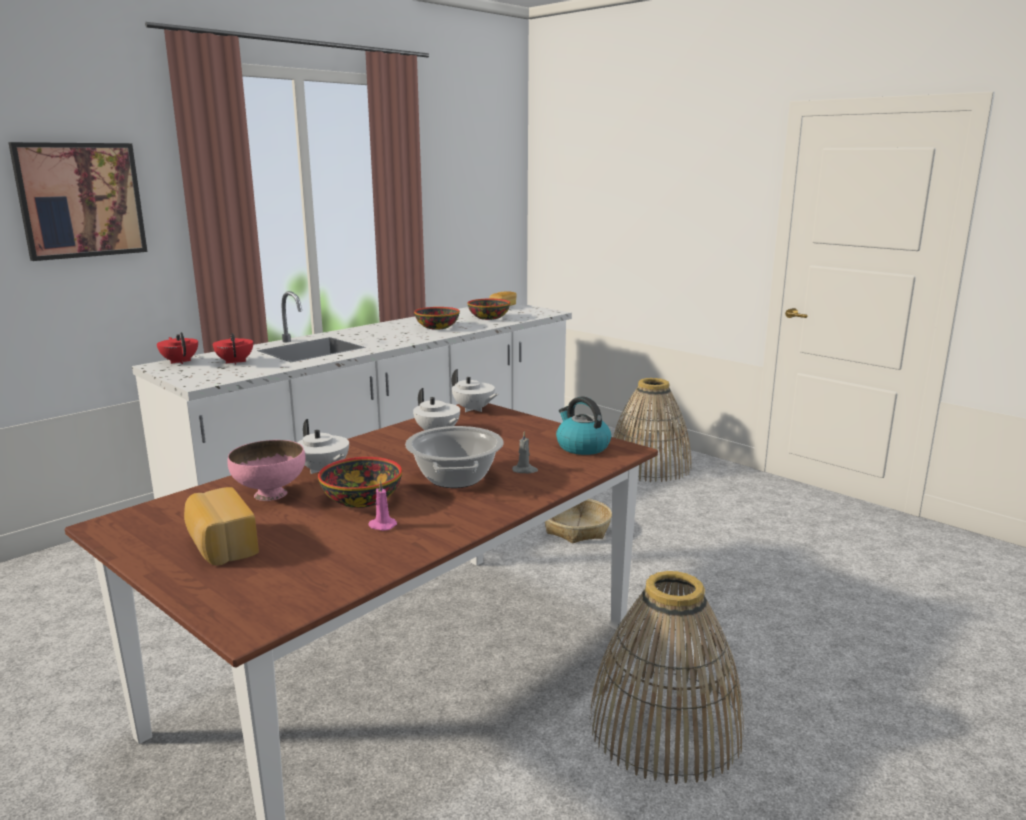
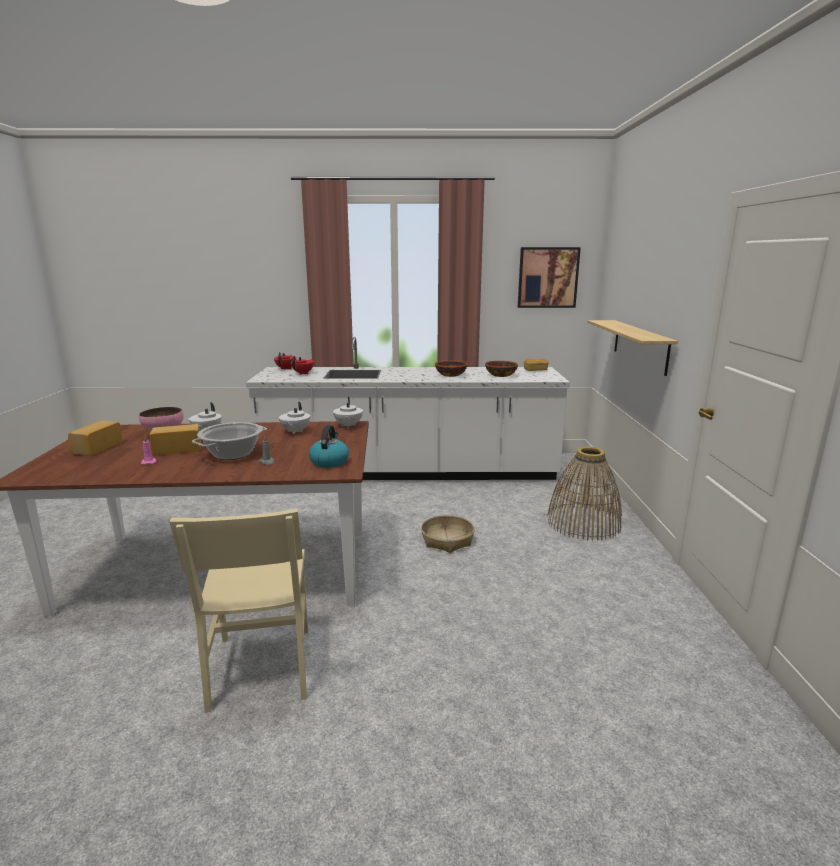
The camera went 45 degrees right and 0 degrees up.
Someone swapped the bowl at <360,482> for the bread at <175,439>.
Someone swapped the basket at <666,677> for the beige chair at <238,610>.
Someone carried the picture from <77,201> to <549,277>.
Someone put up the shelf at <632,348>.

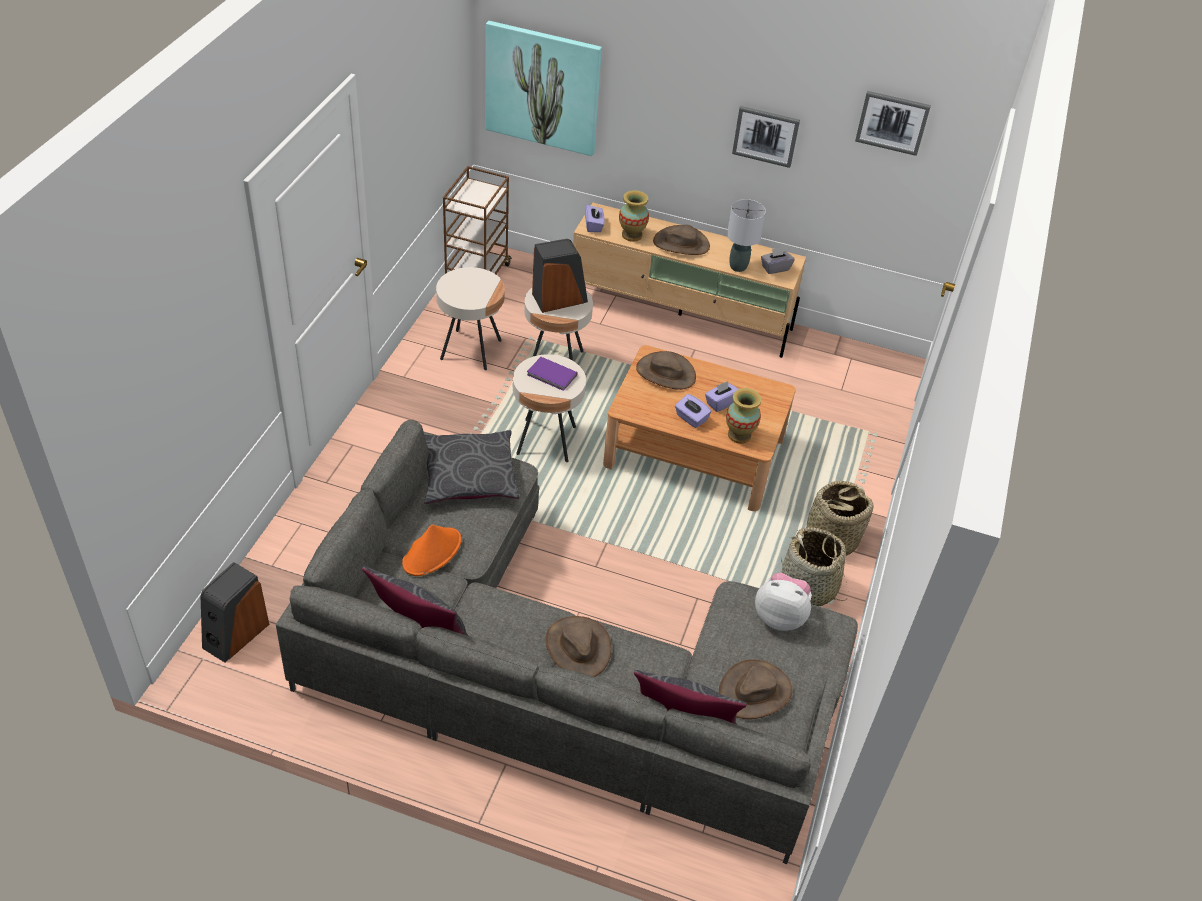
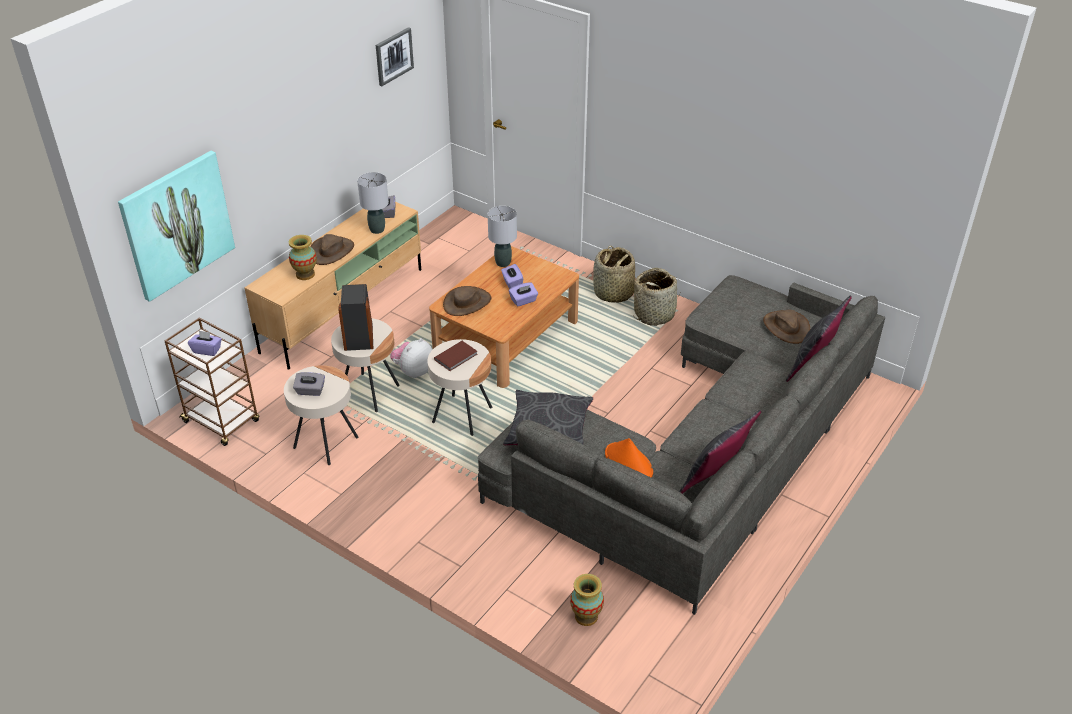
The camera went 70 degrees left and 5 degrees down.
Someone carried the purple tissue box from <595,218> to <205,343>.
Someone put down the grey tissue box at <309,384>.
Someone carried the plush toy from <783,602> to <411,358>.
Someone repainted the purple book at <552,374>, which became the brown book at <456,356>.
Someone put down the grey table lamp at <502,236>.
Someone carried the vase from <743,416> to <587,600>.
Someone took away the speaker at <234,612>.
Someone took away the brown hat at <578,646>.
Someone took away the picture at <766,137>.

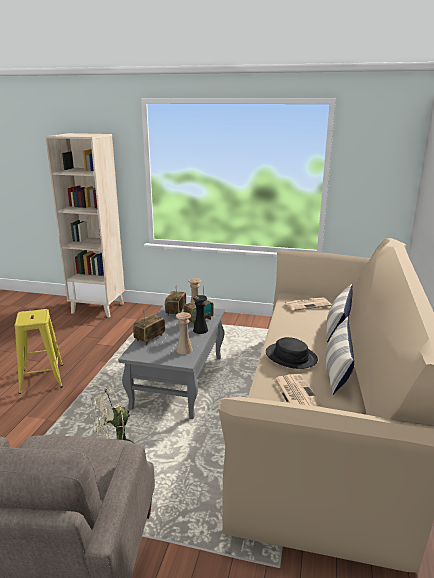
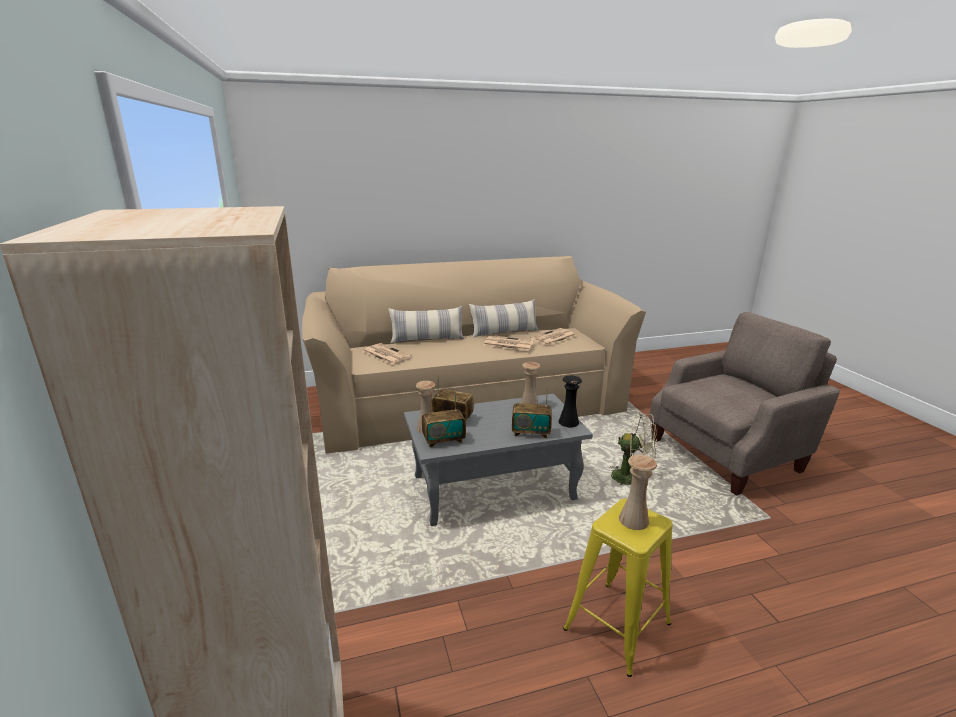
The camera went 120 degrees left and 0 degrees up.
Someone swapped the black hat at <292,353> for the newspaper at <509,343>.
Someone carried the black vase from <200,314> to <570,402>.
Someone put down the beige vase at <638,492>.

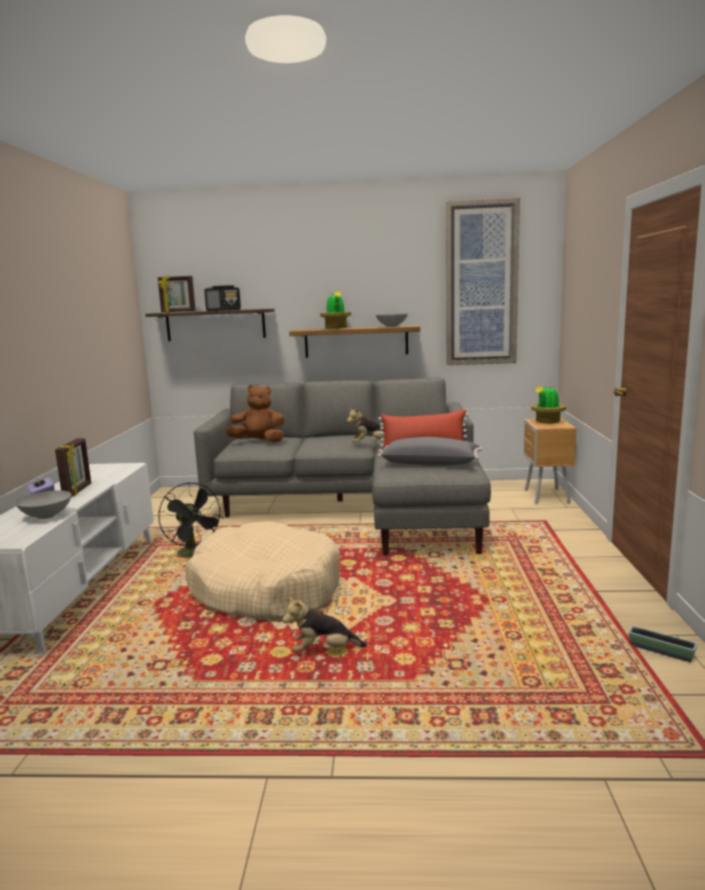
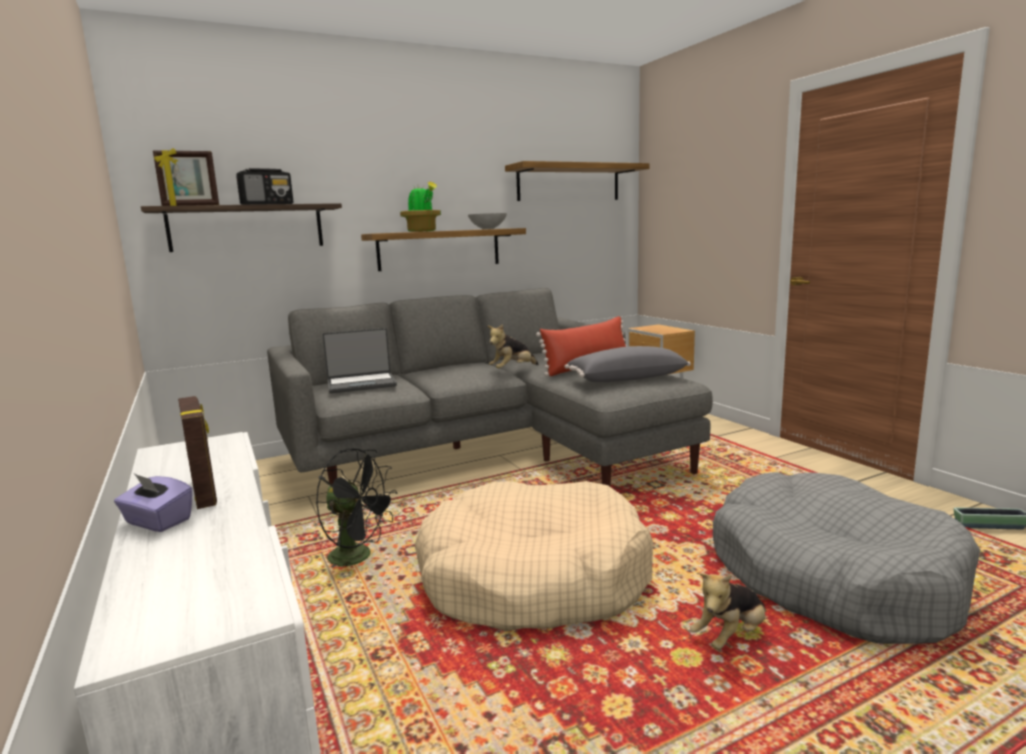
The camera went 30 degrees left and 0 degrees up.
Someone swapped the brown plush toy at <255,414> for the laptop at <360,361>.
Someone swapped the picture at <483,281> for the shelf at <577,181>.
Someone put down the grey dog bed at <846,558>.
Someone took away the grey bowl at <43,504>.
Someone took away the potted plant at <548,404>.

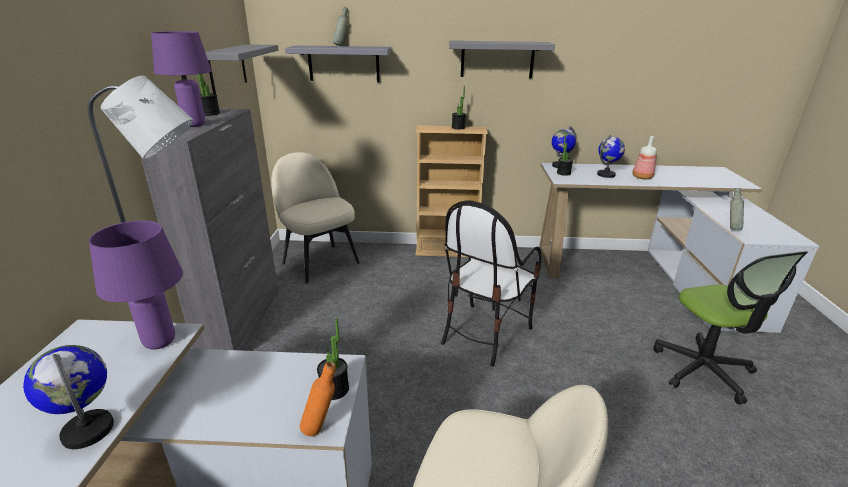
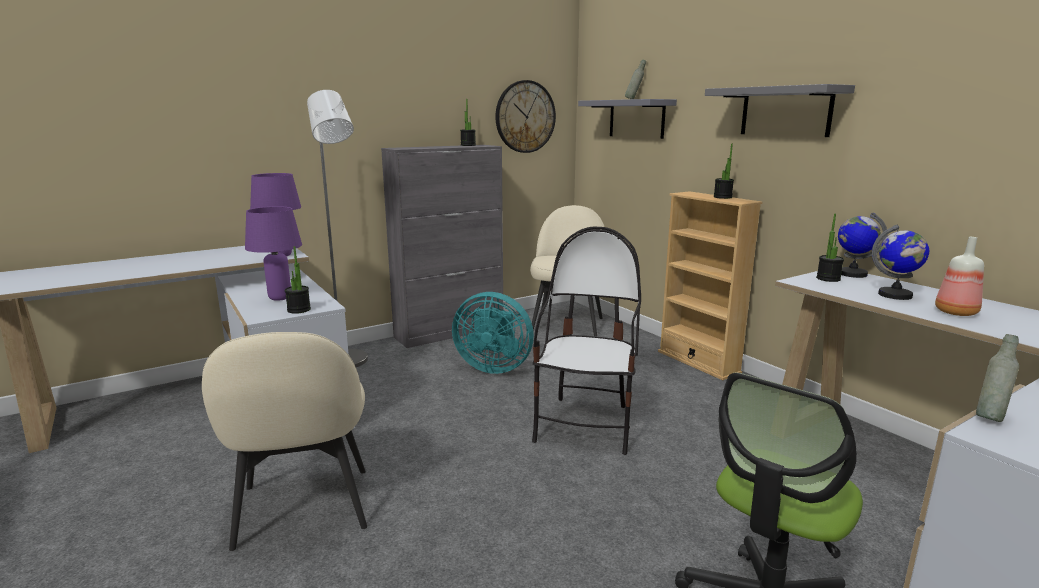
The camera went 55 degrees right and 10 degrees down.
Someone carried the purple table lamp from <181,79> to <273,253>.
Someone put down the turquoise fan at <493,333>.
Someone swapped the grey shelf at <242,69> for the wall clock at <525,116>.
Someone rotated the chair at <491,283> by 105 degrees clockwise.
Someone took away the globe at <68,397>.
Someone took away the orange bottle at <318,399>.

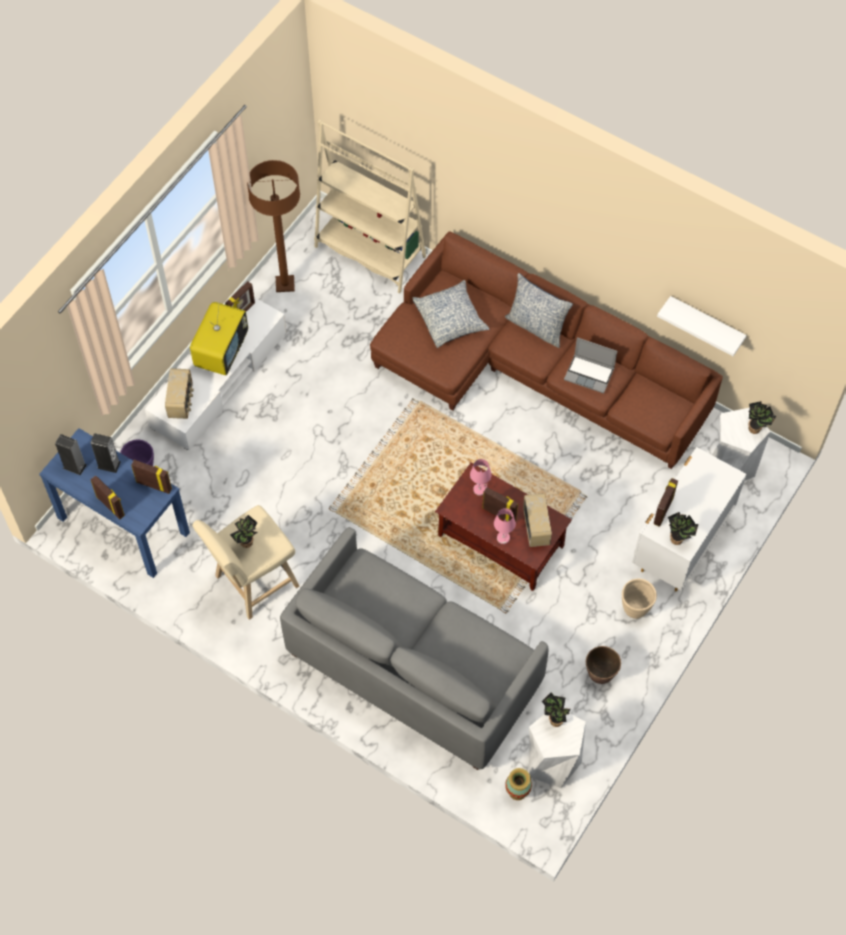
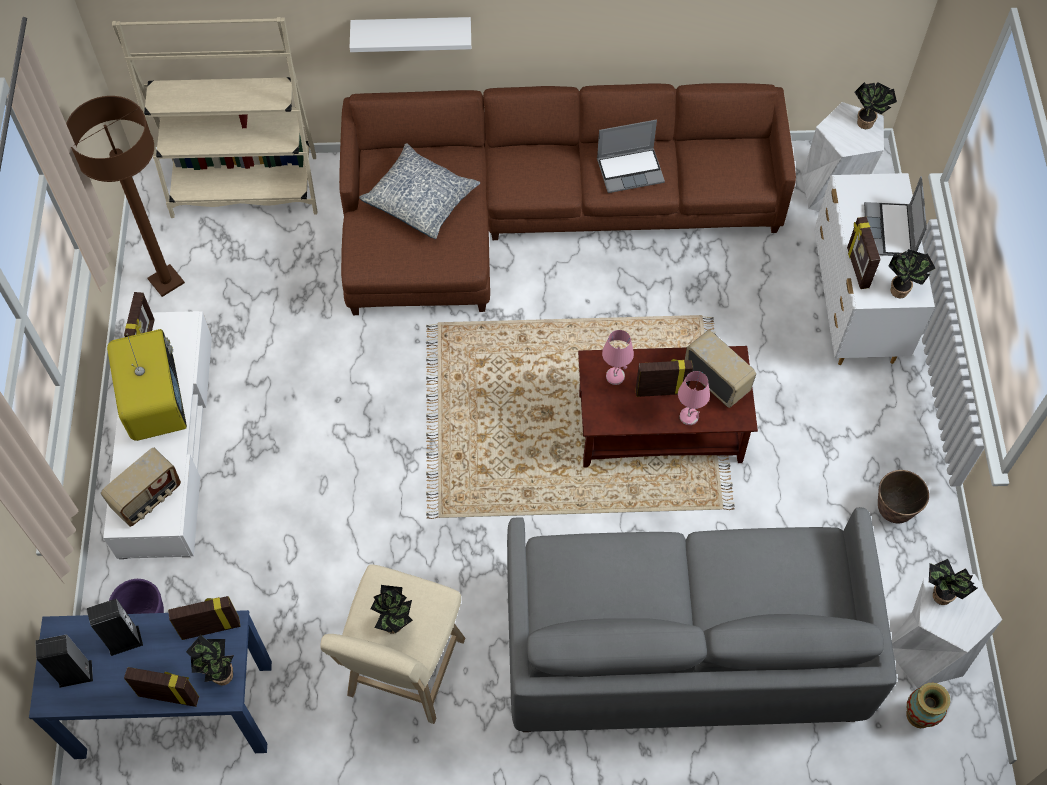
The camera went 35 degrees left and 0 degrees up.
Someone rotated the radio at <179,393> by 75 degrees clockwise.
Someone put down the potted plant at <210,660>.
Someone carried the white shelf from <702,326> to <410,34>.
Someone put down the laptop at <895,216>.
Someone took away the pillow at <539,310>.
Someone took away the beige planter at <639,599>.

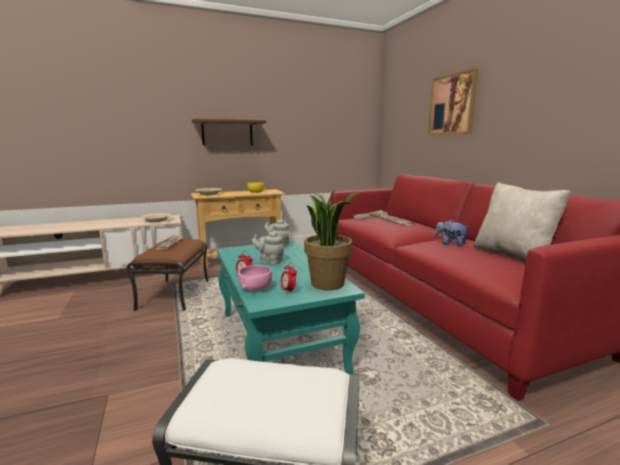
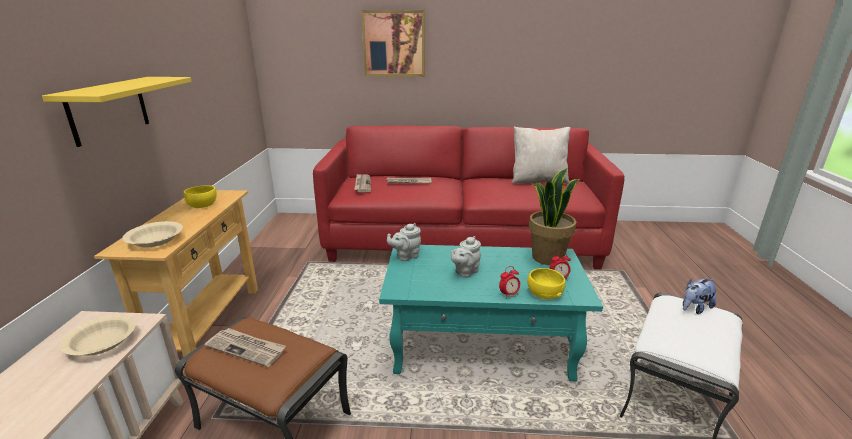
The camera went 65 degrees left and 10 degrees up.
Someone repainted the brown shelf at <228,132>, which became the yellow shelf at <117,112>.
Someone repainted the pink bowl at <255,278>, which became the yellow bowl at <546,283>.
Someone carried the plush toy from <452,233> to <700,296>.

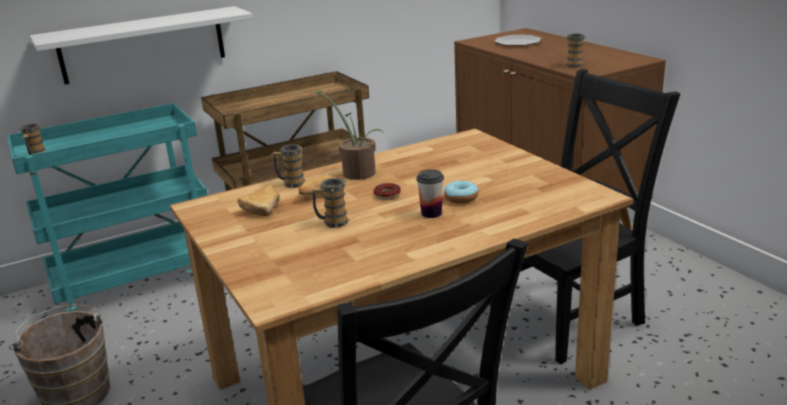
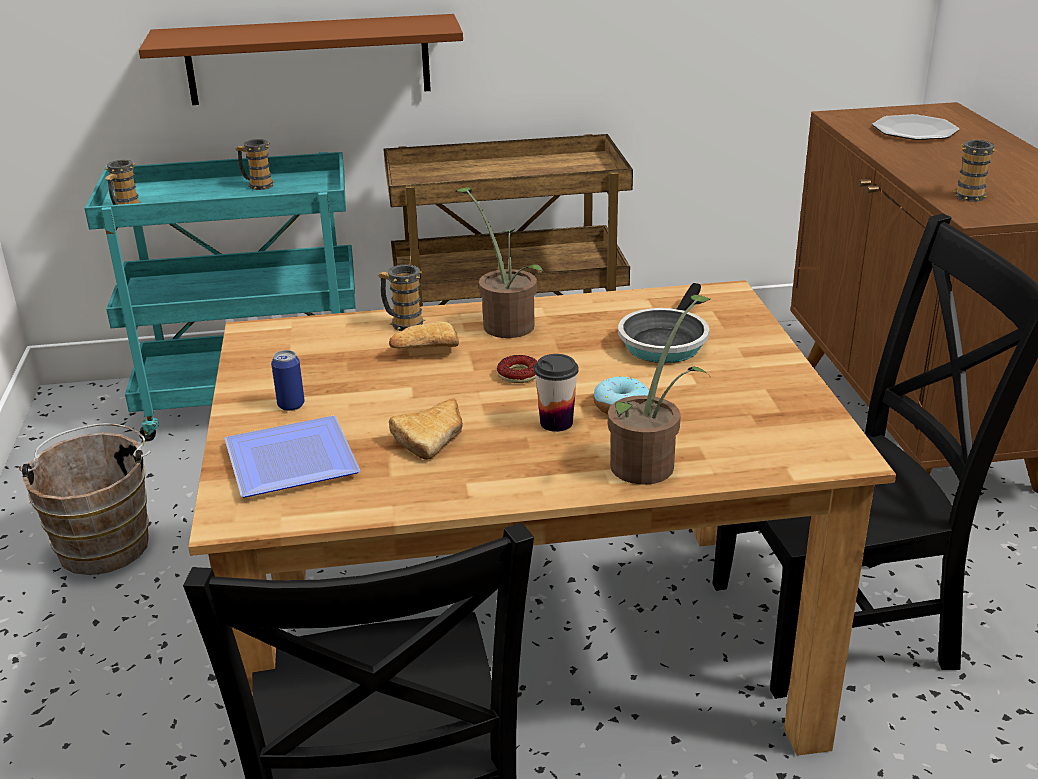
The camera went 20 degrees right and 5 degrees up.
Someone repainted the white shelf at <141,45>, which became the brown shelf at <301,59>.
Someone put down the plate at <292,456>.
Someone carried the mug from <330,203> to <255,164>.
Someone put down the can at <288,380>.
Someone carried the bread from <258,200> to <426,429>.
Someone put down the potted plant at <659,390>.
Someone put down the frying pan at <664,323>.

